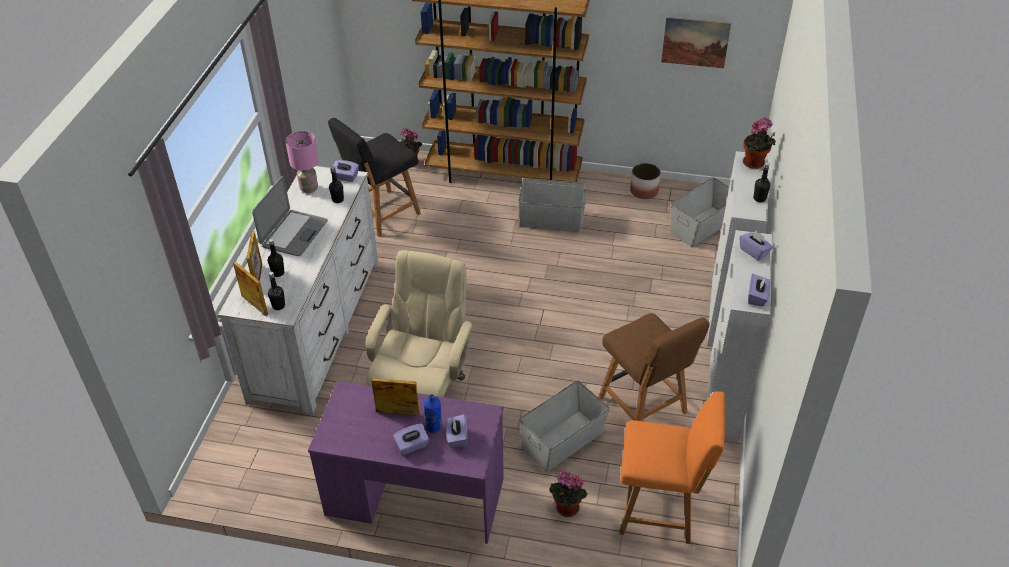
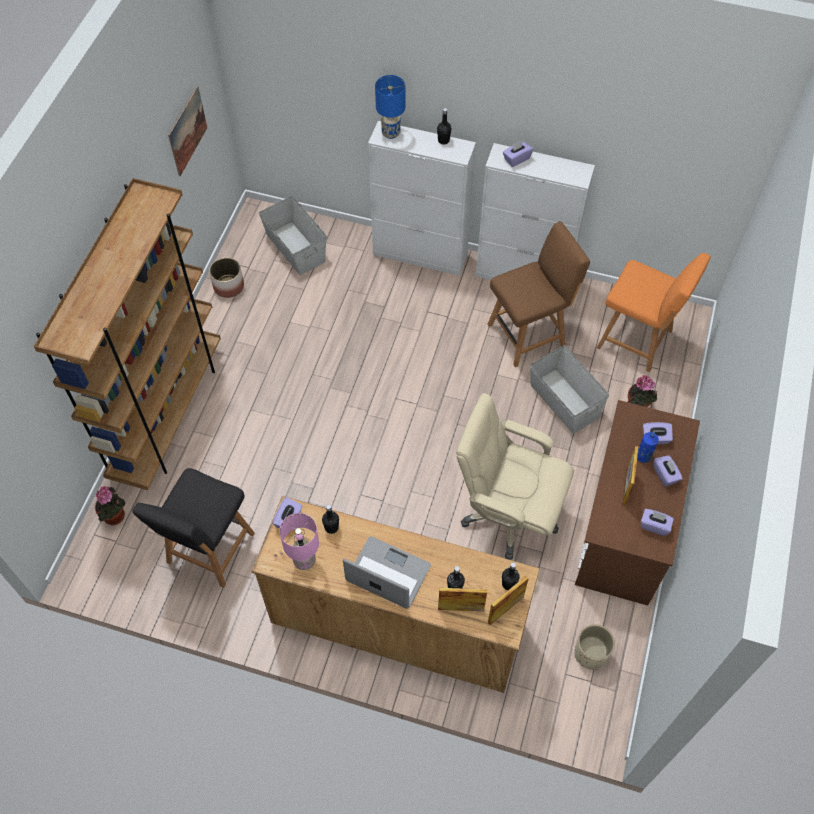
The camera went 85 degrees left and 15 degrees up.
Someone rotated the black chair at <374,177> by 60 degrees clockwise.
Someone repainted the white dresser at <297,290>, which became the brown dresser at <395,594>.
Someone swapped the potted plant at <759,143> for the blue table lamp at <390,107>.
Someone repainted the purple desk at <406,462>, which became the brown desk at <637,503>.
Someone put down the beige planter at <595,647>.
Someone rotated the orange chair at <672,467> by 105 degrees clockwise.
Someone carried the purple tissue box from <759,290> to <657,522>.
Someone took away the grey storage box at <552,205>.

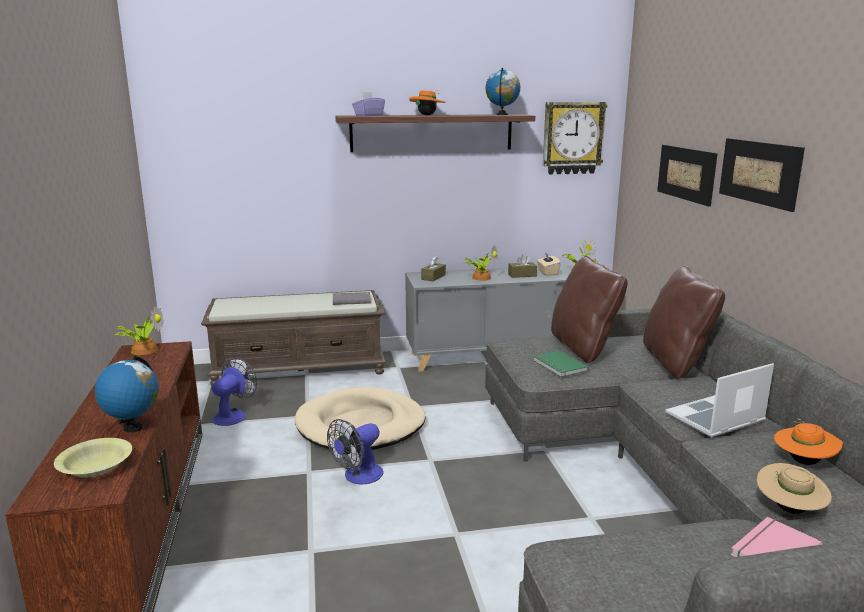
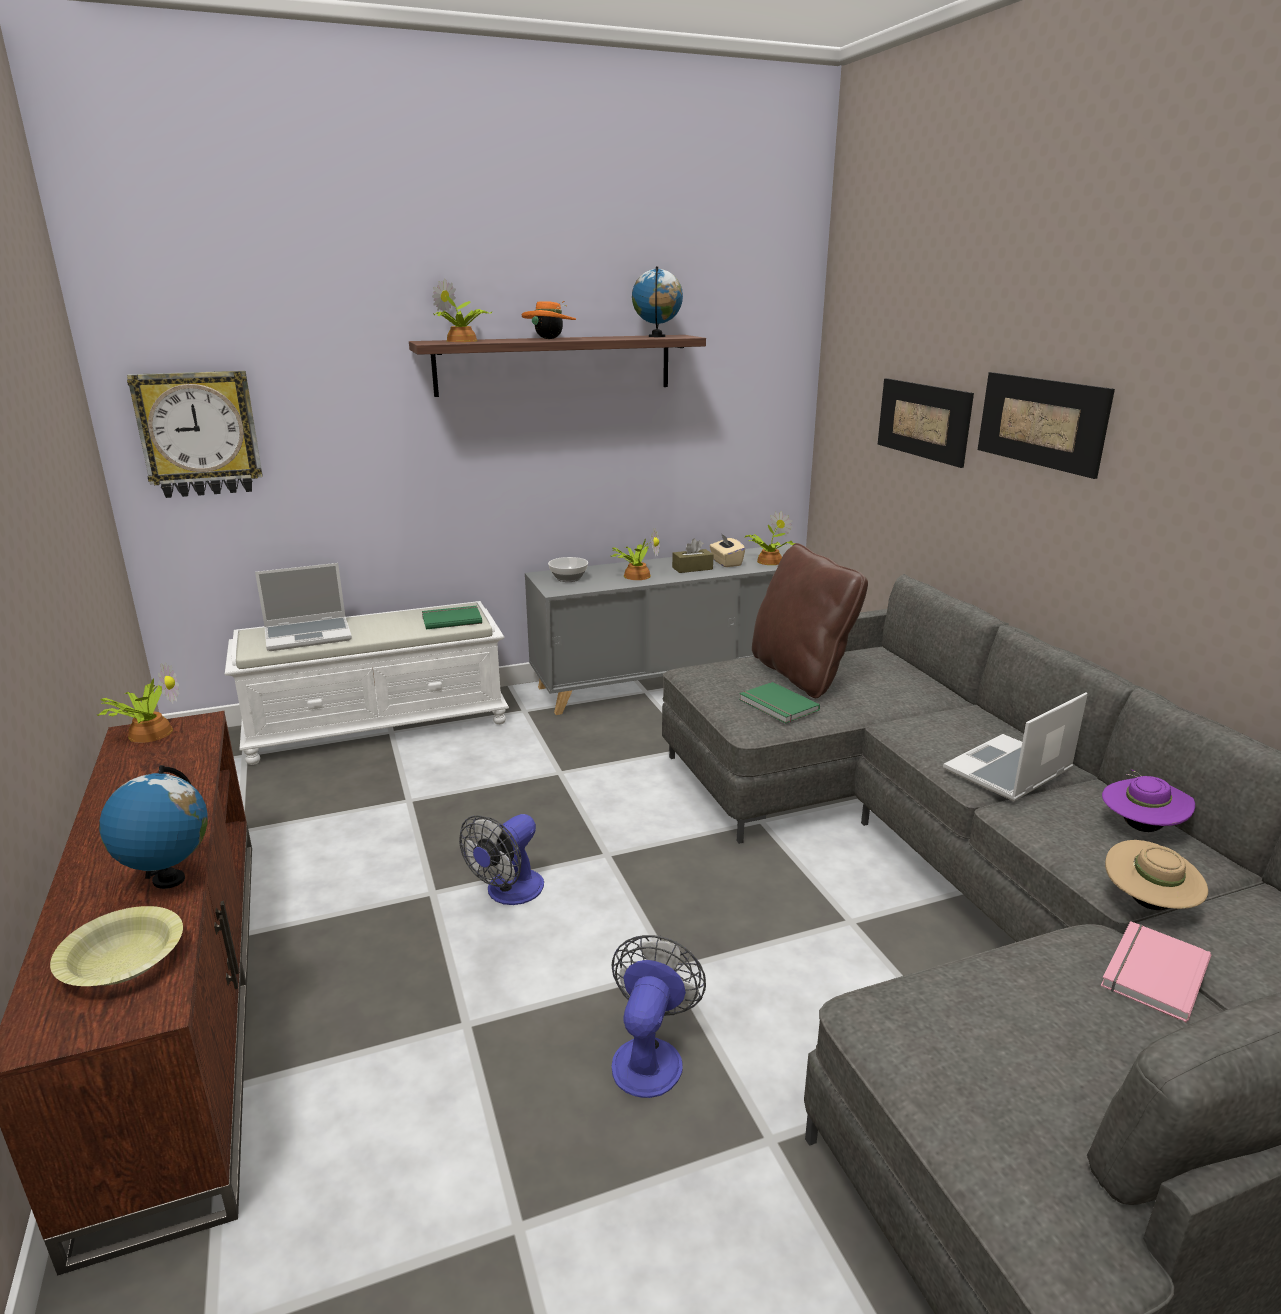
The camera went 10 degrees left and 5 degrees up.
Someone carried the wall clock from <575,138> to <195,434>.
Someone repainted the brown bench at <293,338>, which became the white bench at <367,683>.
Someone put down the laptop at <303,607>.
Someone repainted the grey book at <352,298>, which became the green book at <452,617>.
Someone swapped the purple tissue box at <368,104> for the potted plant at <462,310>.
Someone swapped the brown tissue box at <433,268> for the bowl at <568,569>.
Someone carried the fan from <234,391> to <658,1016>.
Someone repainted the orange hat at <808,441>, which became the purple hat at <1148,800>.
Someone took away the beige dog bed at <360,418>.
Someone took away the brown pillow at <684,322>.

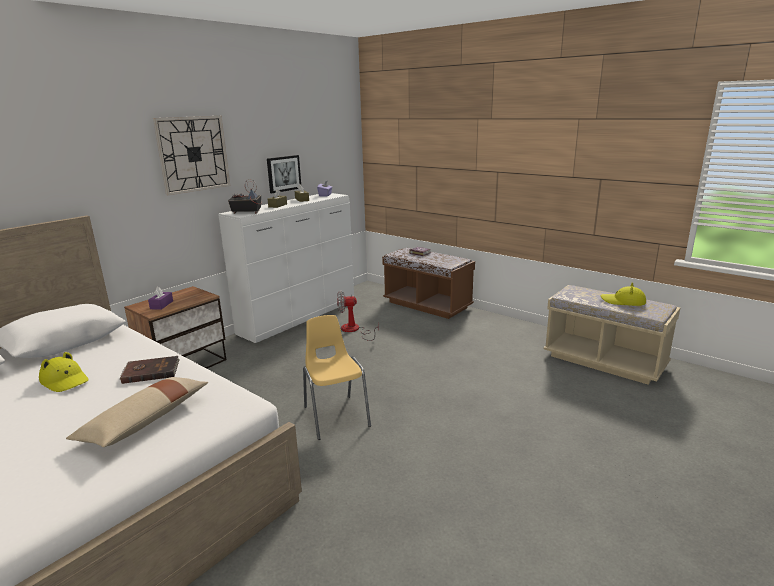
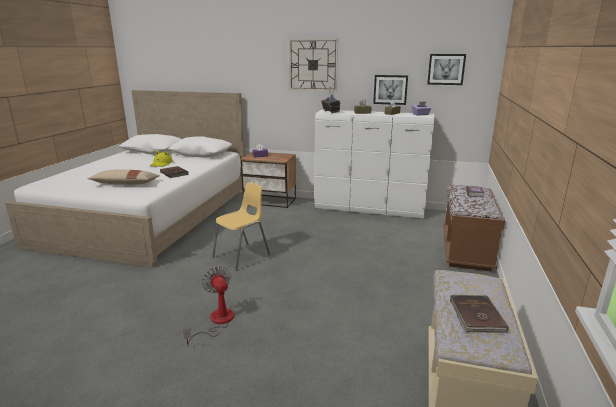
The camera went 65 degrees right and 0 degrees up.
Someone carried the fan from <358,316> to <208,305>.
Someone put up the picture at <446,69>.
Someone swapped the yellow hat at <623,294> for the brown book at <479,314>.

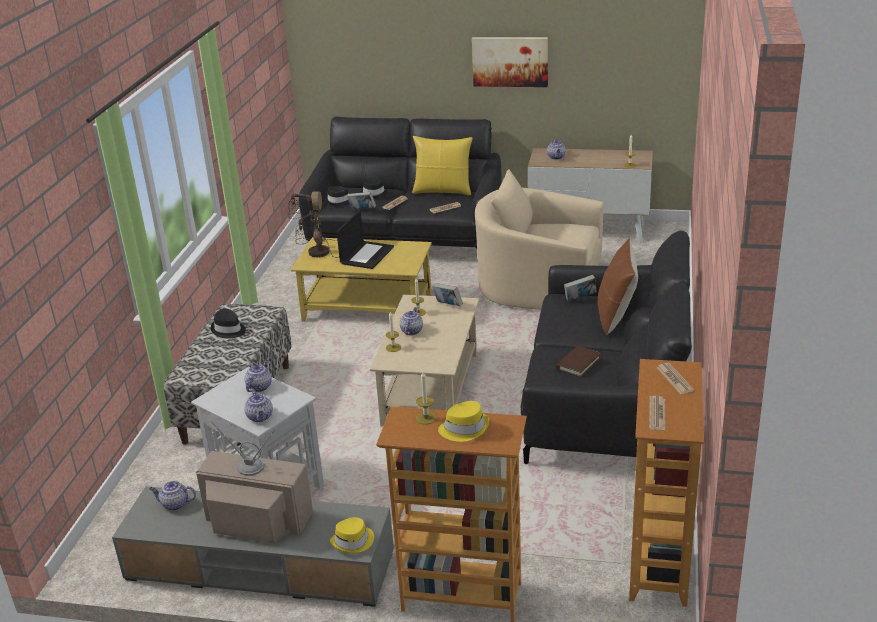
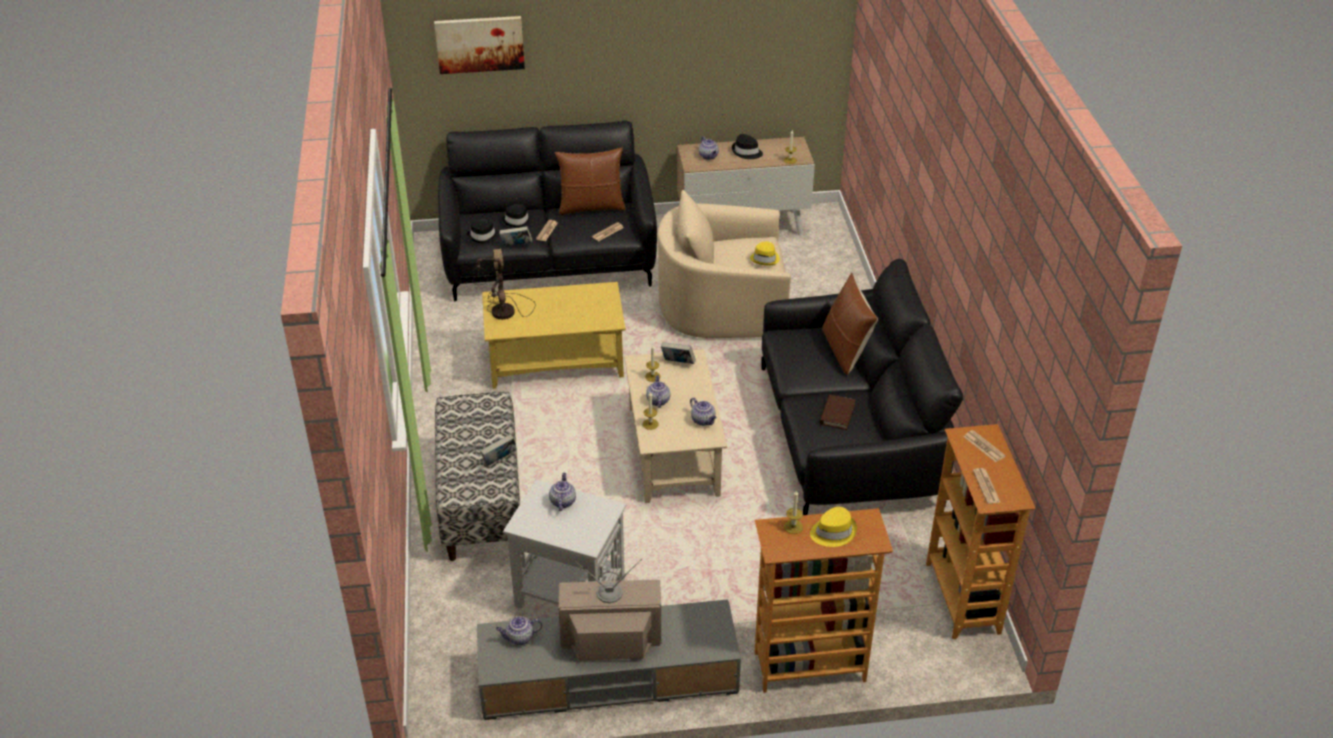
The camera went 20 degrees left and 10 degrees up.
Someone carried the picture from <510,62> to <479,45>.
Someone carried the book from <580,288> to <498,450>.
Someone repainted the yellow pillow at <442,166>, which became the brown pillow at <590,181>.
Someone carried the teapot from <258,406> to <703,412>.
Someone carried the black hat from <228,323> to <747,146>.
Someone carried the yellow hat from <352,535> to <765,253>.
Someone took away the laptop at <365,240>.

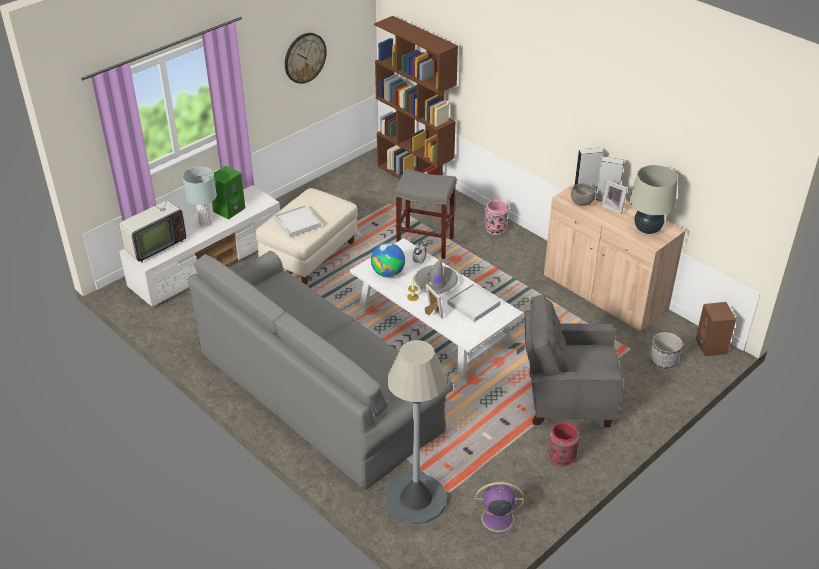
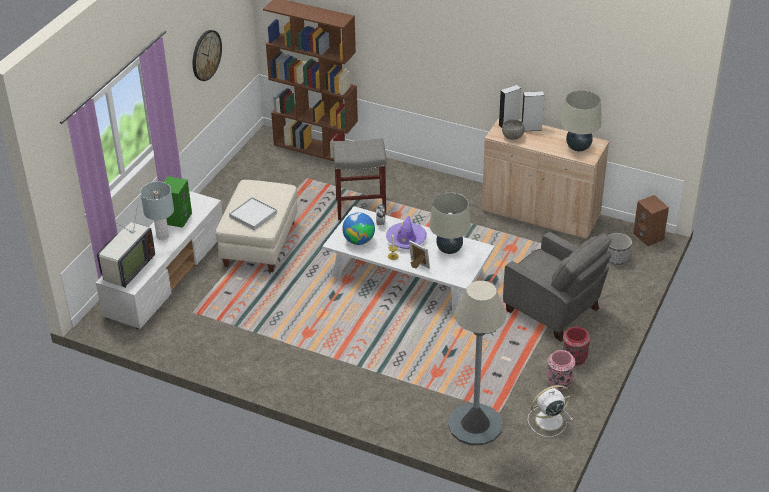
The camera went 20 degrees left and 0 degrees up.
Someone repainted the grey hat at <436,276>, which became the purple hat at <406,232>.
Someone swapped the white tray at <474,302> for the beige table lamp at <450,223>.
Someone rotated the grey armchair at <573,361> by 120 degrees counterclockwise.
Someone repainted the purple fan at <498,510>, which became the white fan at <550,411>.
Someone carried the pink vase from <496,217> to <561,370>.
Someone took away the grey sofa at <320,370>.
Someone took away the picture frame at <614,197>.

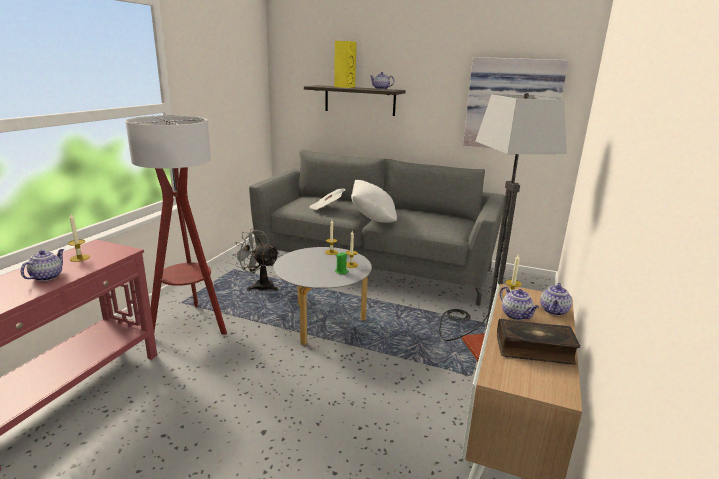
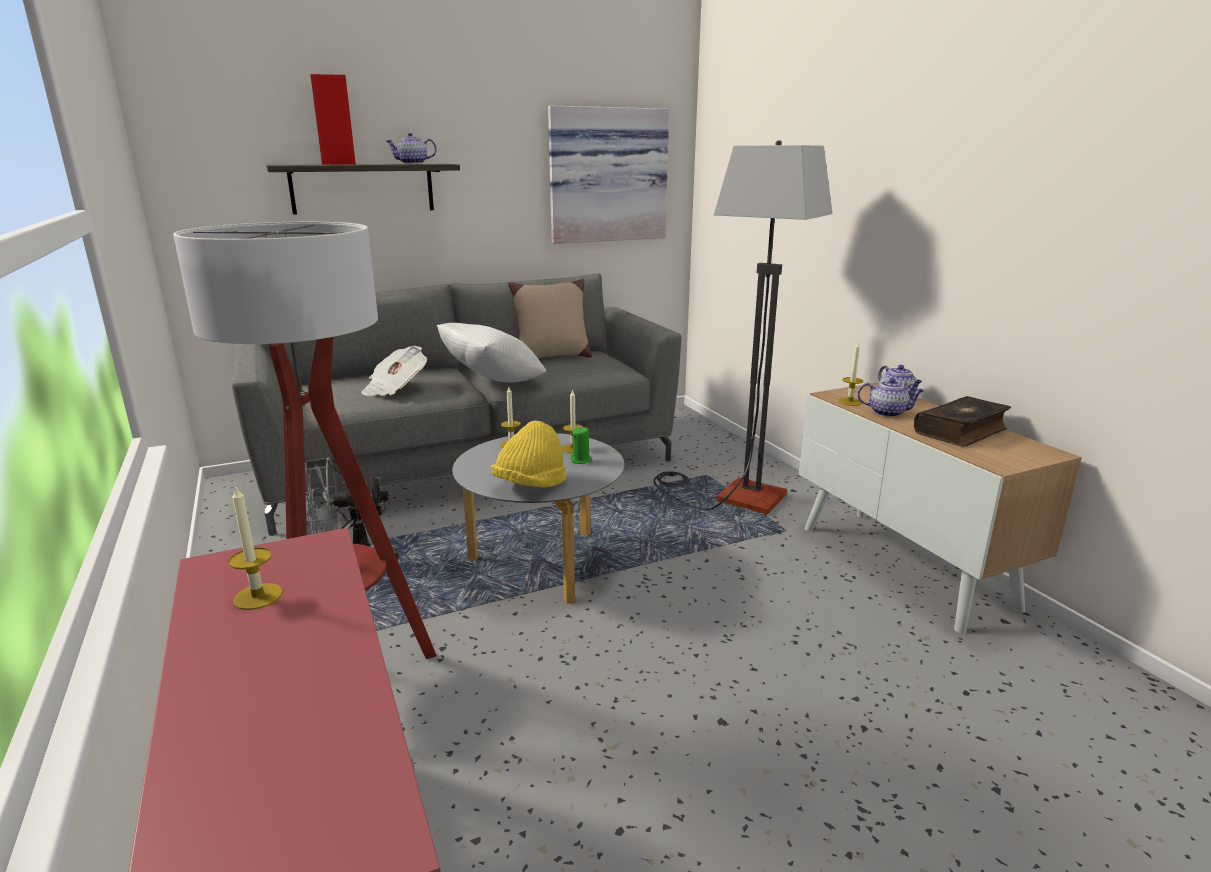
The camera went 45 degrees left and 0 degrees up.
Someone repainted the yellow speaker at <345,64>, which became the red speaker at <333,119>.
Someone put down the yellow hat at <529,454>.
Someone put down the beige pillow at <550,318>.
Someone took away the teapot at <42,265>.

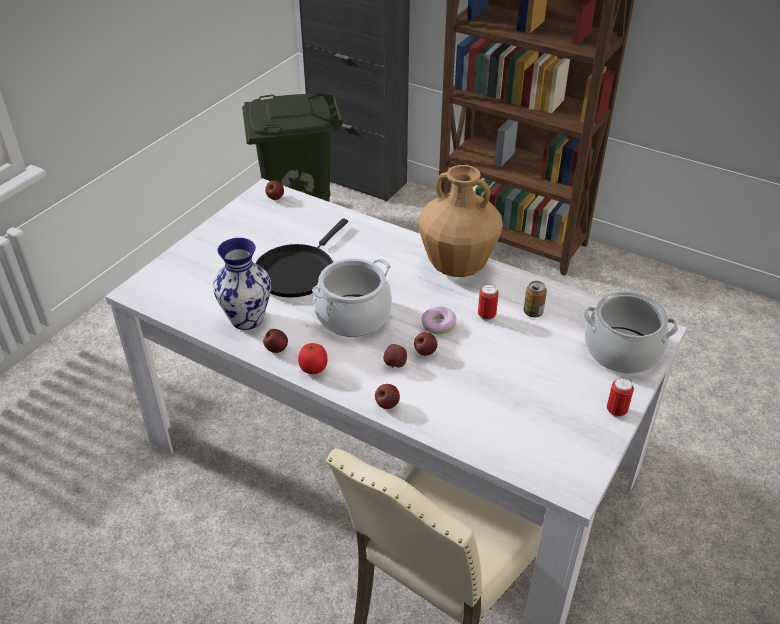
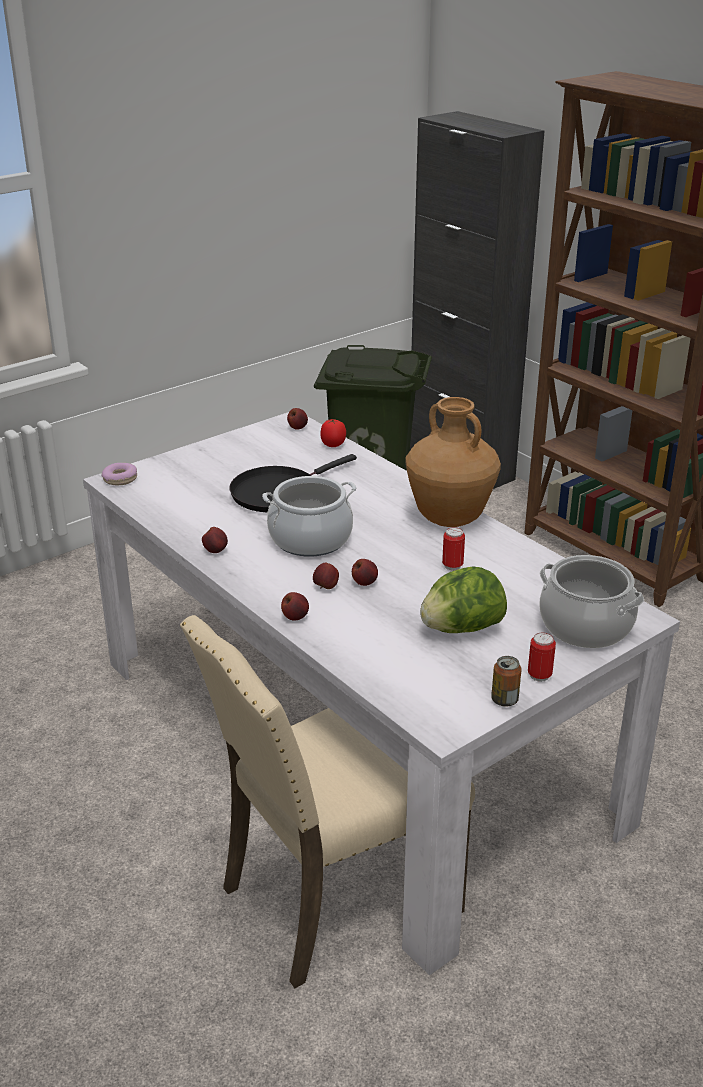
The camera went 20 degrees right and 10 degrees down.
Someone carried the donut from <439,320> to <119,474>.
Someone carried the tomato from <312,358> to <333,433>.
Someone put down the lettuce at <463,599>.
Someone carried the can from <535,299> to <506,681>.
Someone took away the vase at <242,284>.

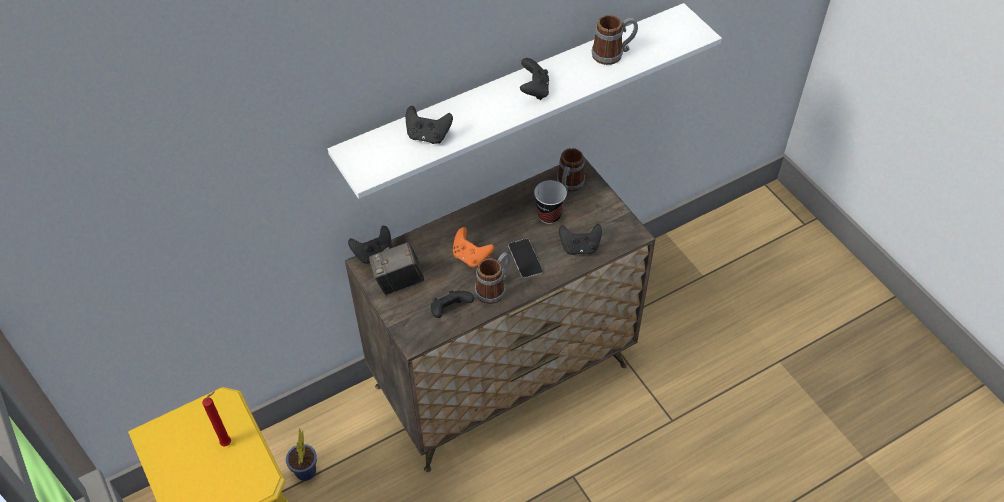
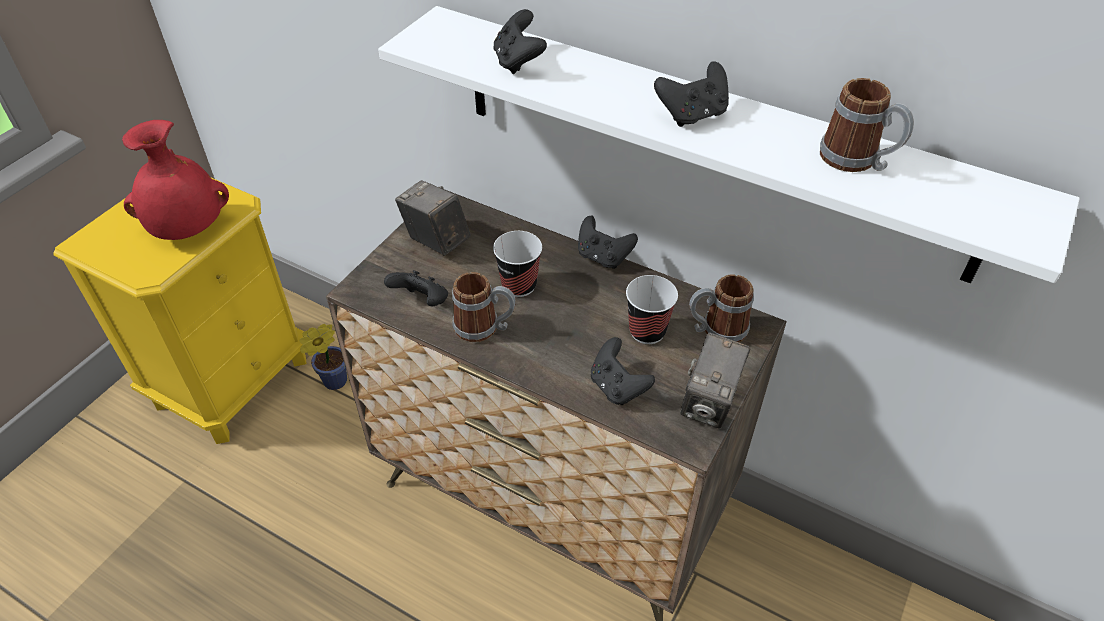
The camera went 60 degrees right and 5 degrees down.
Someone swapped the red candle at <216,418> for the red vase at <175,180>.
Someone swapped the orange game controller at <473,247> for the cup at <517,264>.
Someone carried the black game controller from <369,245> to <608,242>.
Someone put down the photo camera at <715,380>.
Someone took away the phone at <525,258>.

